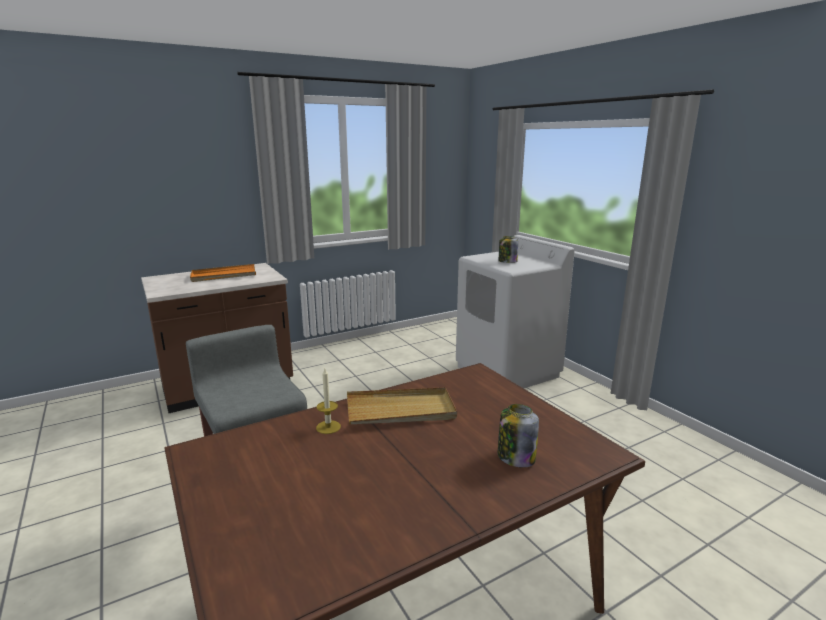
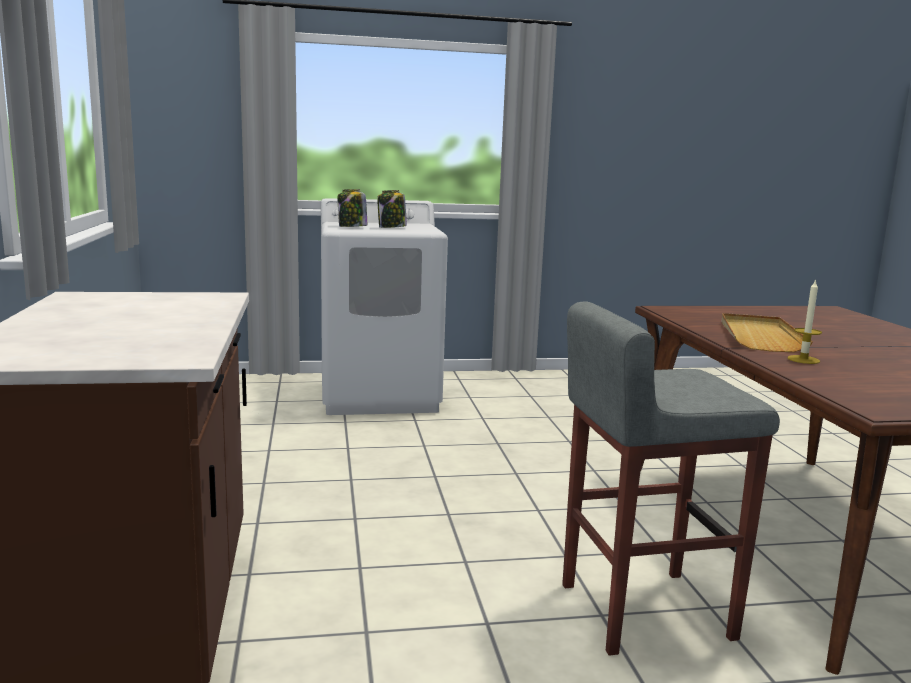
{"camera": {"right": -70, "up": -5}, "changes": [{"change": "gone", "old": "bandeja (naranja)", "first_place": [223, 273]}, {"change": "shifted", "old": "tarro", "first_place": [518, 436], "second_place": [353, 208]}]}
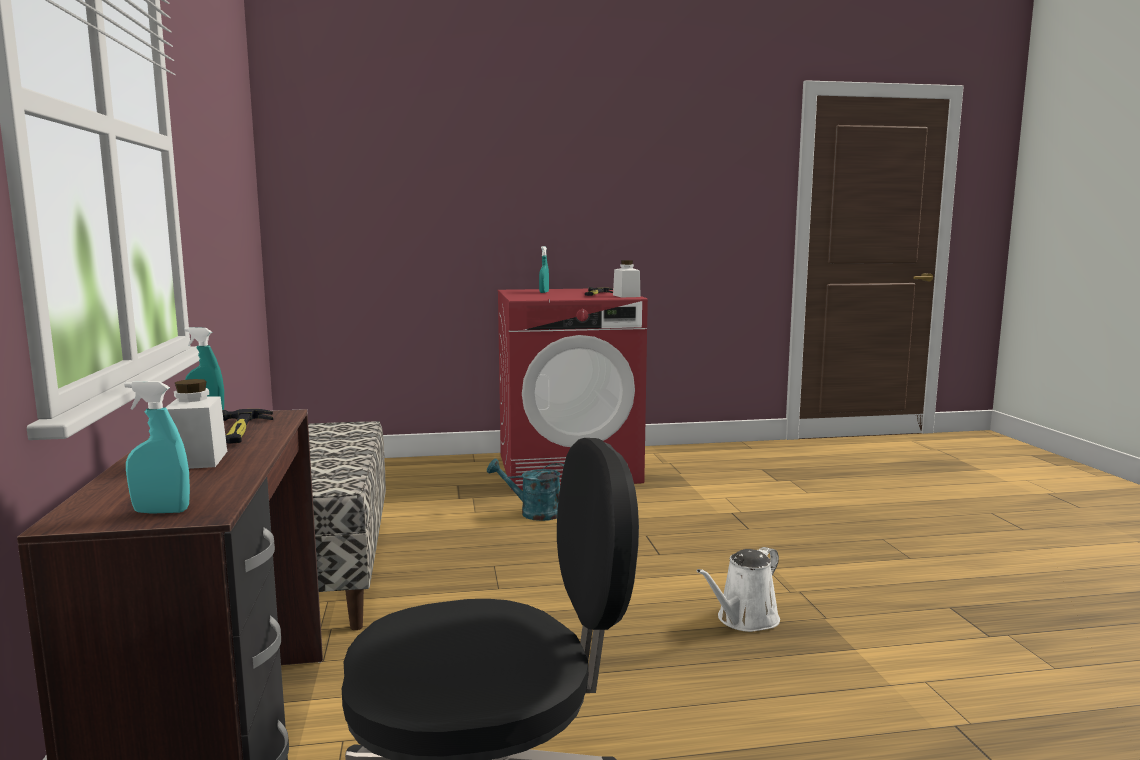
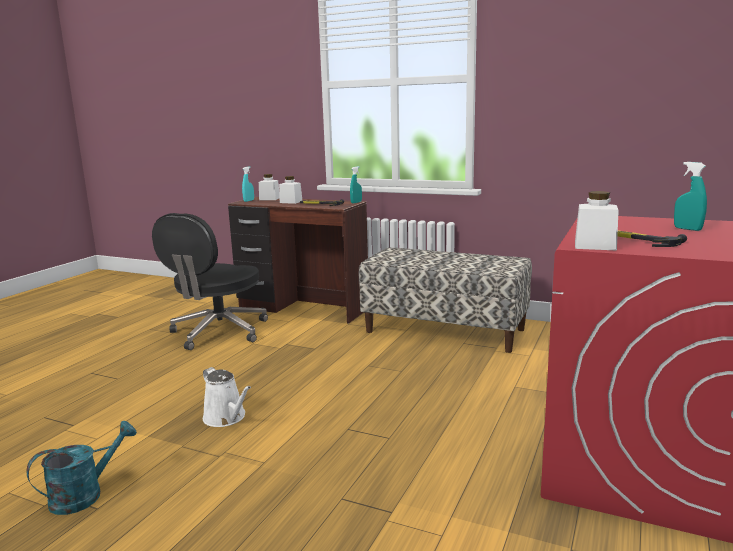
{"camera": {"right": 125, "up": 5}, "changes": [{"change": "shifted", "old": "regadera (turquesa)", "first_place": [525, 489], "second_place": [81, 468]}, {"change": "rotated", "old": "regadera (blanco)", "first_place": [738, 589], "second_place": [227, 397], "degrees": 150}, {"change": "new", "new": "tarro (blanco)", "second_place": [269, 187]}]}
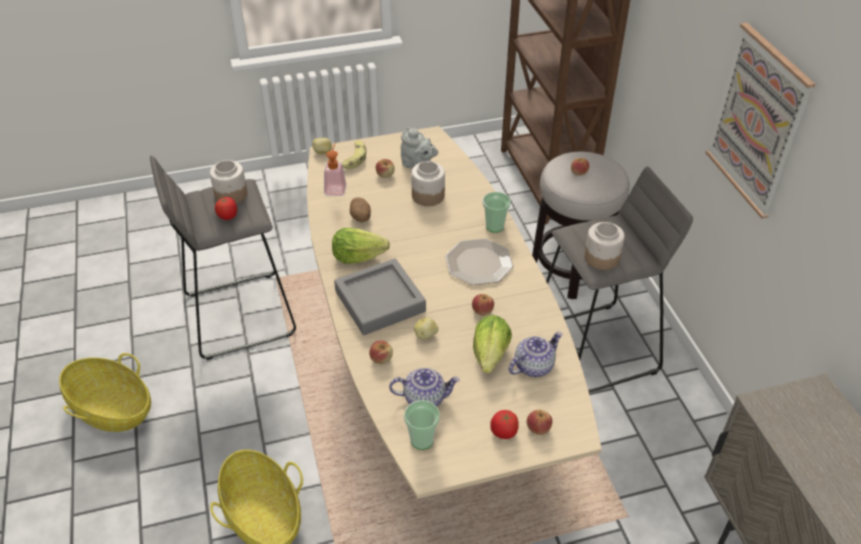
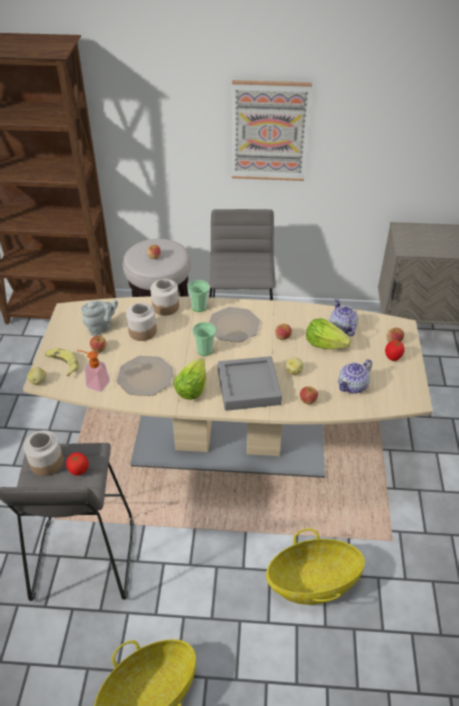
{"camera": {"right": -70, "up": 0}, "changes": [{"change": "swapped", "old": "patata", "new": "plato", "first_place": [360, 209], "second_place": [145, 376]}, {"change": "rotated", "old": "tetera", "first_place": [424, 387], "second_place": [355, 376], "degrees": -150}, {"change": "shifted", "old": "taza", "first_place": [422, 425], "second_place": [204, 339]}, {"change": "shifted", "old": "tarro", "first_place": [604, 246], "second_place": [164, 297]}]}
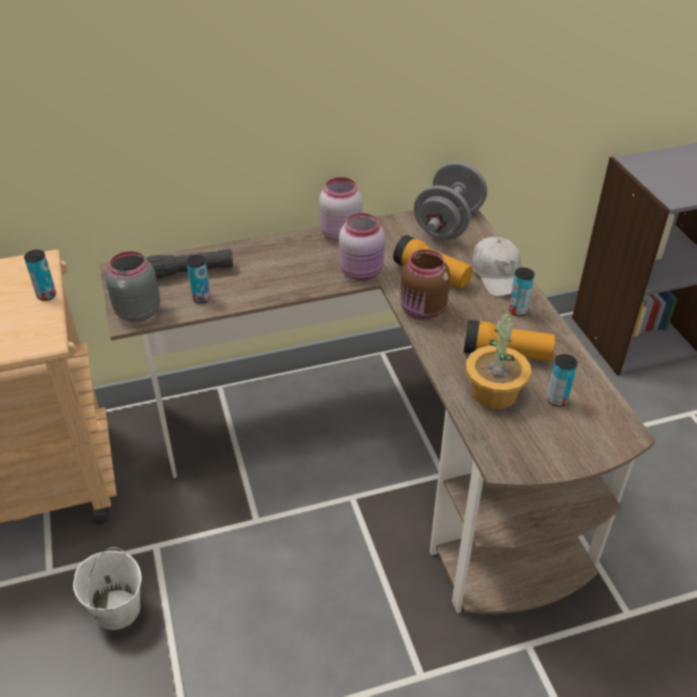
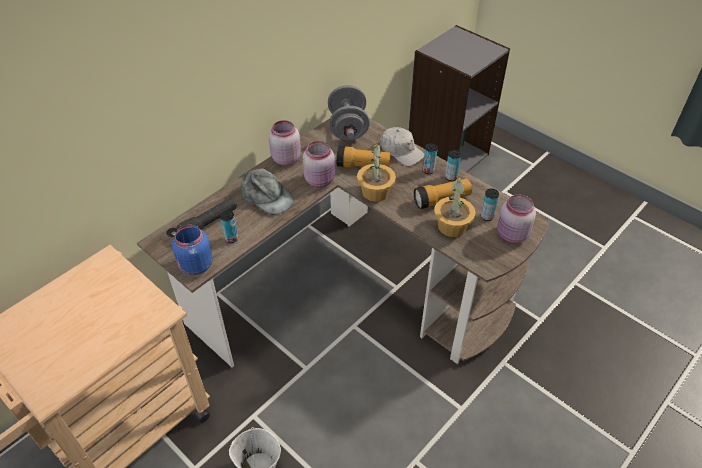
{"camera": {"right": -30, "up": 5}, "changes": [{"change": "shifted", "old": "lata", "first_place": [40, 275], "second_place": [453, 165]}, {"change": "repainted", "old": "tarro (gris)", "new": "tarro (azul)", "first_place": [133, 286], "second_place": [192, 250]}, {"change": "swapped", "old": "tarro (marrón)", "new": "planta en maceta", "first_place": [425, 284], "second_place": [376, 172]}, {"change": "new", "new": "gorra (gris)", "second_place": [267, 191]}, {"change": "new", "new": "tarro (rosa)", "second_place": [516, 219]}]}
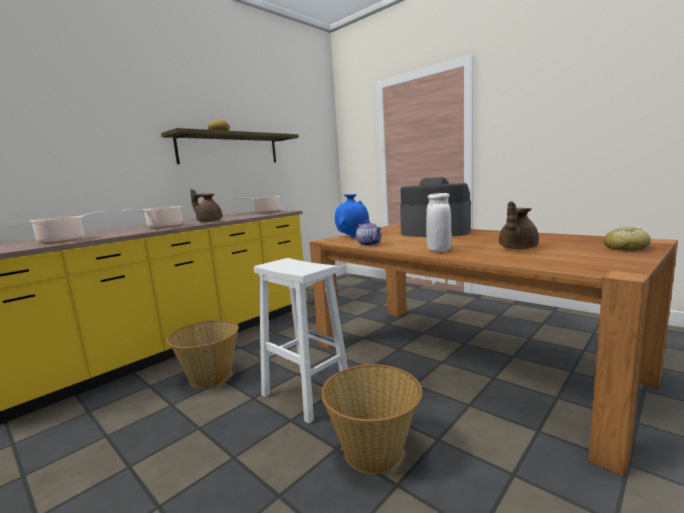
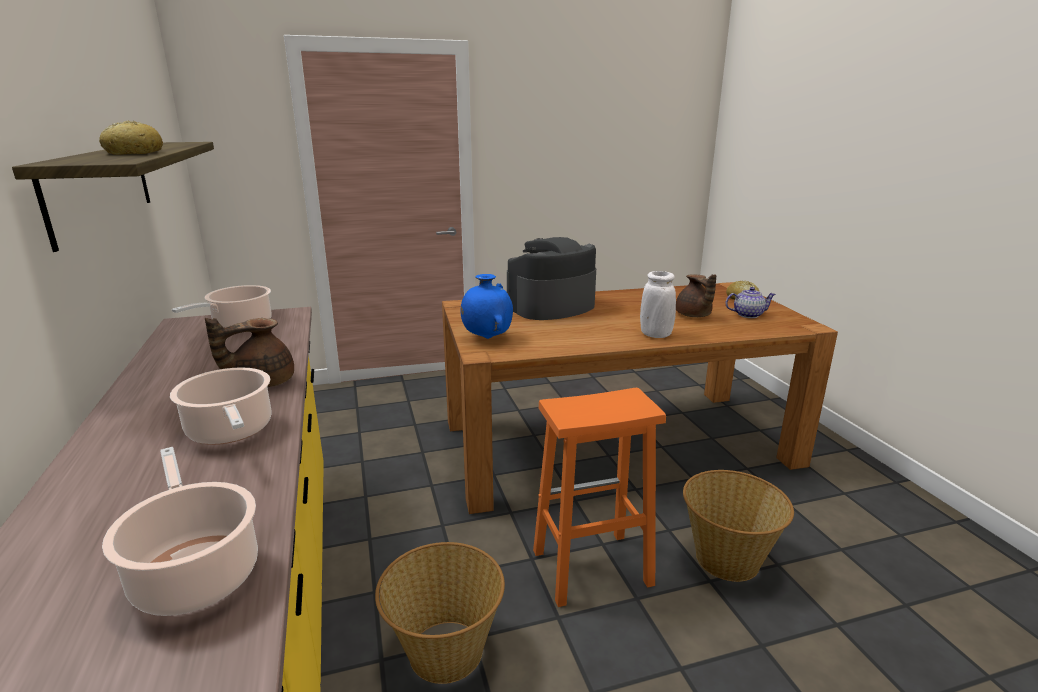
{"camera": {"right": -60, "up": 10}, "changes": [{"change": "repainted", "old": "taburete (blanco)", "new": "taburete (naranja)", "first_place": [301, 341], "second_place": [599, 497]}, {"change": "shifted", "old": "tetera", "first_place": [369, 233], "second_place": [751, 302]}]}
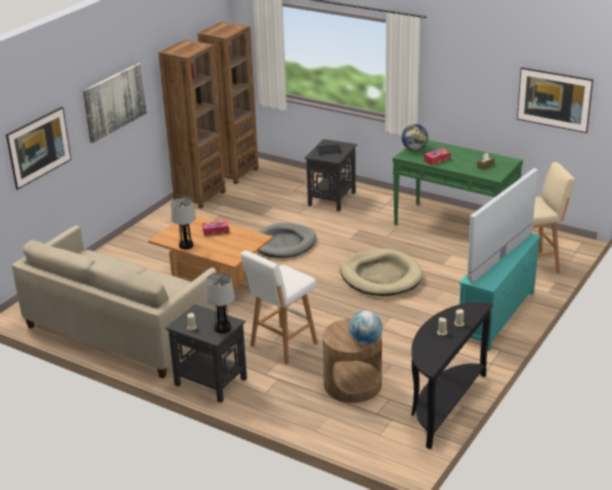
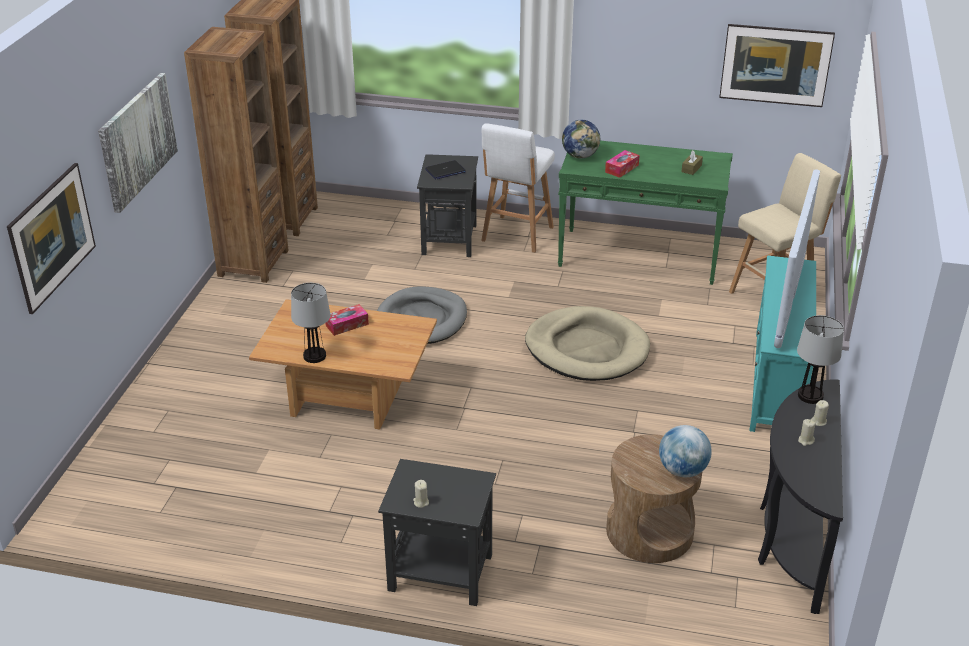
{"camera": {"right": -20, "up": 5}, "changes": [{"change": "gone", "old": "sofá (beis)", "first_place": [116, 302]}, {"change": "shifted", "old": "lámpara de mesa", "first_place": [220, 303], "second_place": [820, 359]}, {"change": "shifted", "old": "taburete (blanco)", "first_place": [279, 307], "second_place": [518, 188]}]}
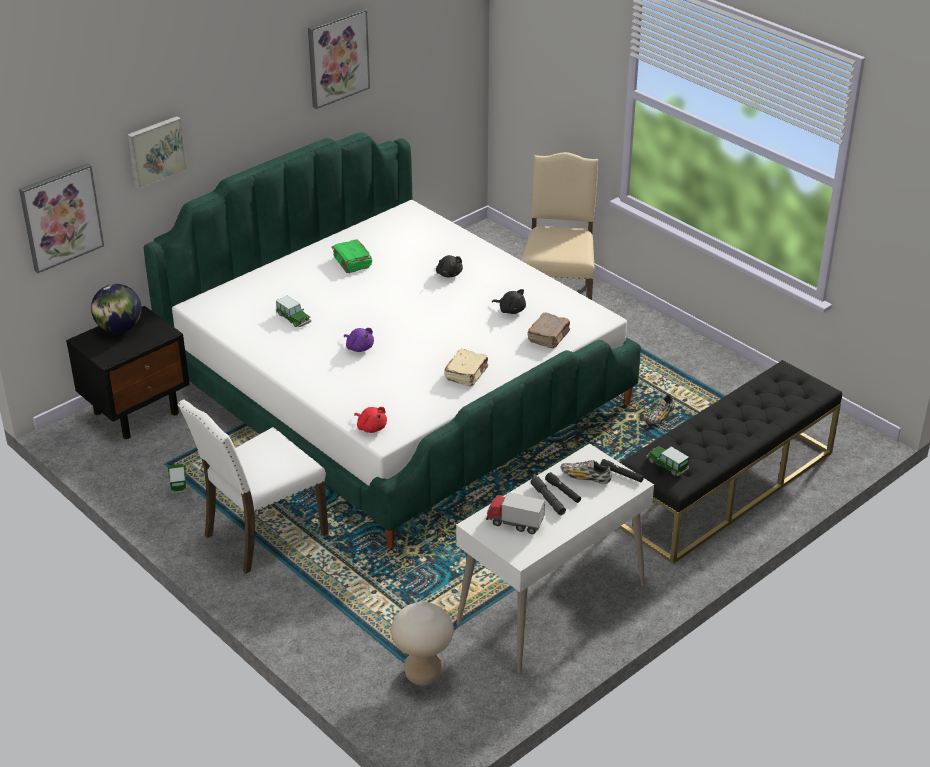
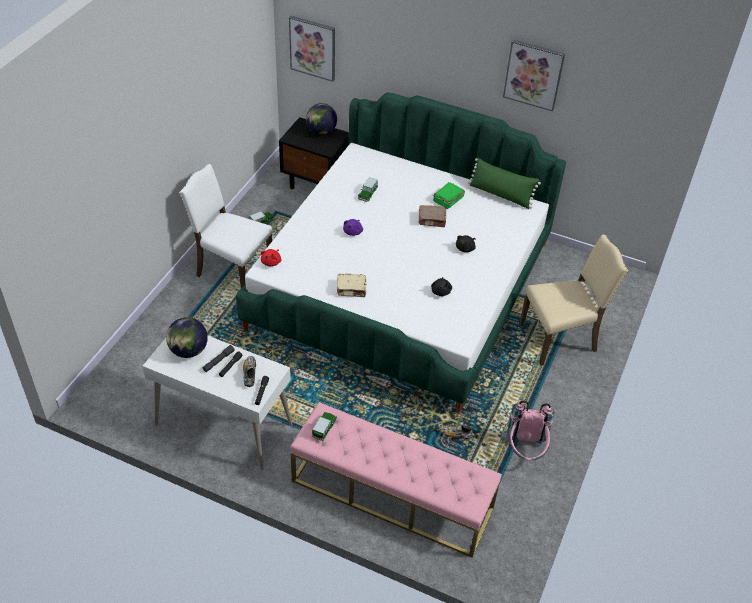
{"camera": {"right": 65, "up": 10}, "changes": [{"change": "gone", "old": "cuadro", "first_place": [157, 152]}, {"change": "gone", "old": "taburete (beis)", "first_place": [422, 644]}, {"change": "swapped", "old": "camión de juguete", "new": "globo terráqueo", "first_place": [515, 513], "second_place": [187, 337]}, {"change": "shifted", "old": "libro (marrón)", "first_place": [549, 330], "second_place": [432, 216]}, {"change": "repainted", "old": "banco (negro)", "new": "banco (rosa)", "first_place": [730, 462], "second_place": [396, 480]}, {"change": "new", "new": "cojín (verde)", "second_place": [504, 183]}, {"change": "new", "new": "mochila (rosa)", "second_place": [529, 430]}]}
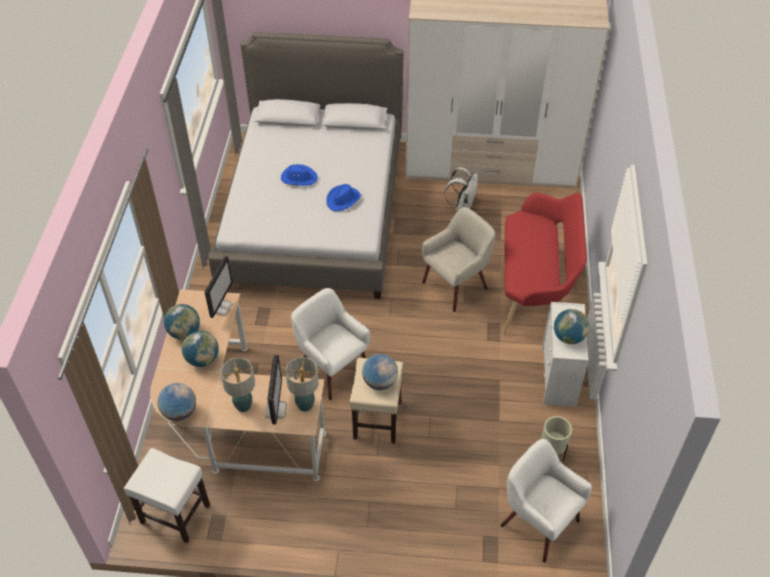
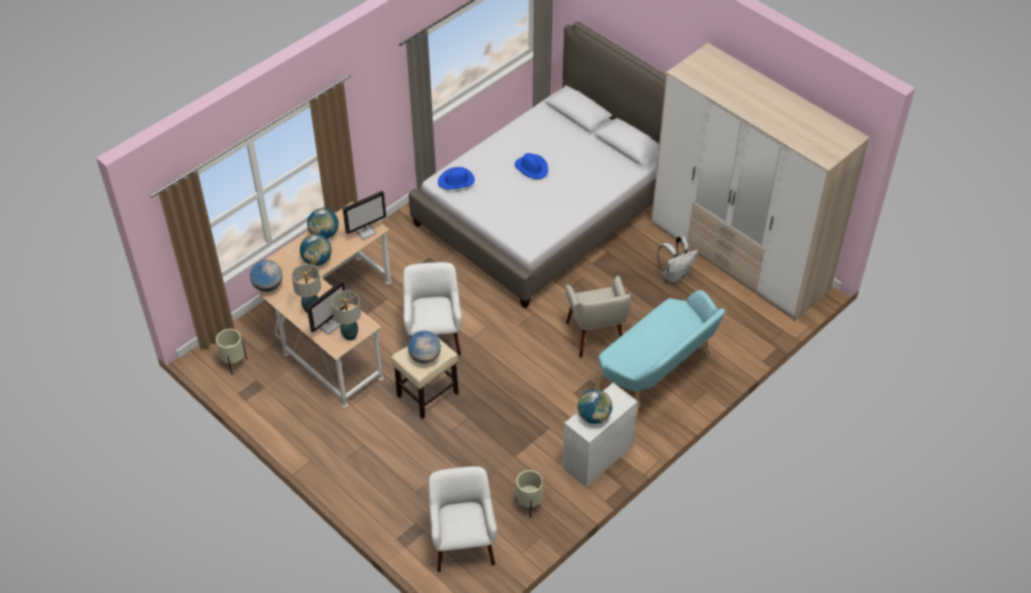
{"camera": {"right": 40, "up": 0}, "changes": [{"change": "swapped", "old": "taburete (blanco)", "new": "maceta (beis)", "first_place": [167, 495], "second_place": [231, 351]}, {"change": "shifted", "old": "sombrero (azul)", "first_place": [343, 197], "second_place": [456, 178]}, {"change": "rotated", "old": "sillón (beis)", "first_place": [459, 259], "second_place": [598, 317], "degrees": 75}, {"change": "repainted", "old": "banco (rojo)", "new": "banco (turquesa)", "first_place": [545, 264], "second_place": [660, 357]}]}
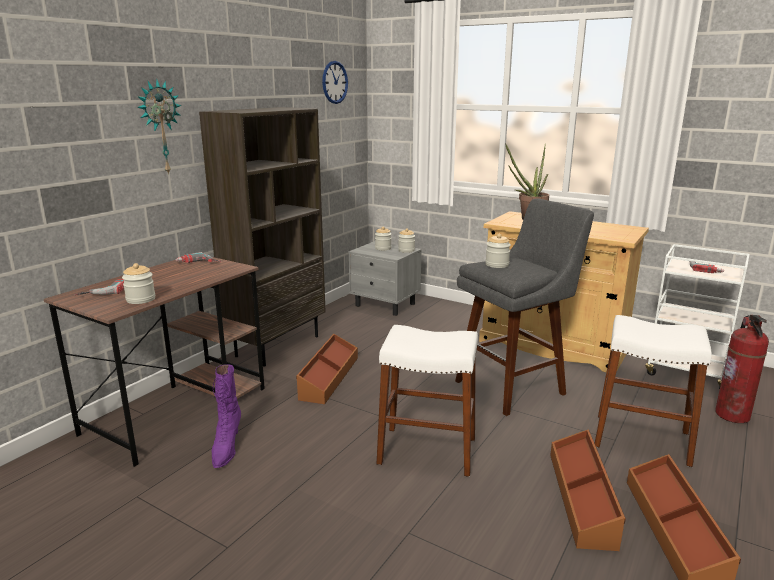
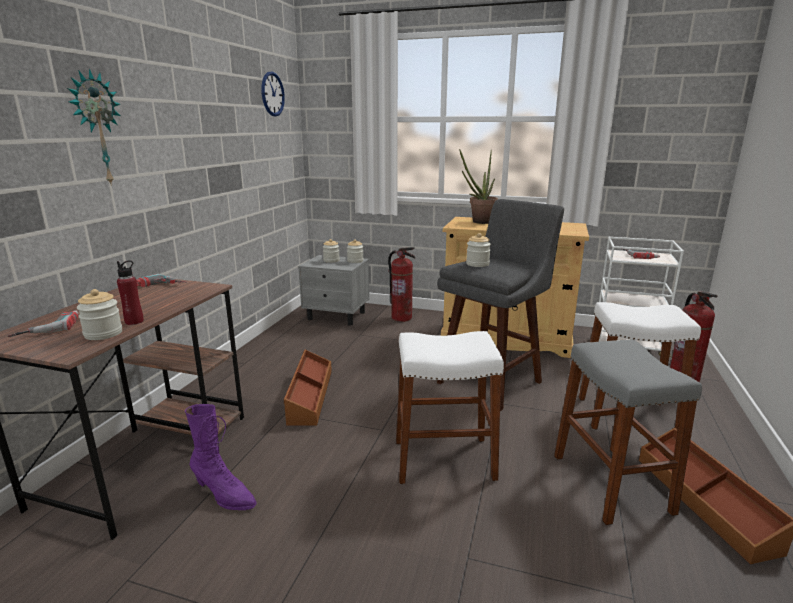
{"camera": {"right": -15, "up": 0}, "changes": [{"change": "gone", "old": "estantería (marrón)", "first_place": [262, 236]}, {"change": "rotated", "old": "bota (morado)", "first_place": [226, 416], "second_place": [220, 457], "degrees": -45}, {"change": "swapped", "old": "caja de almacenaje (marrón)", "new": "taburete (gris)", "first_place": [588, 490], "second_place": [628, 432]}, {"change": "new", "new": "botella (rojo)", "second_place": [130, 292]}, {"change": "new", "new": "extintor", "second_place": [401, 284]}]}
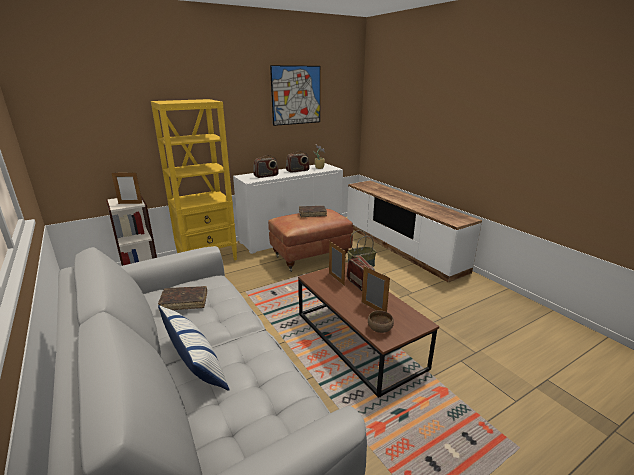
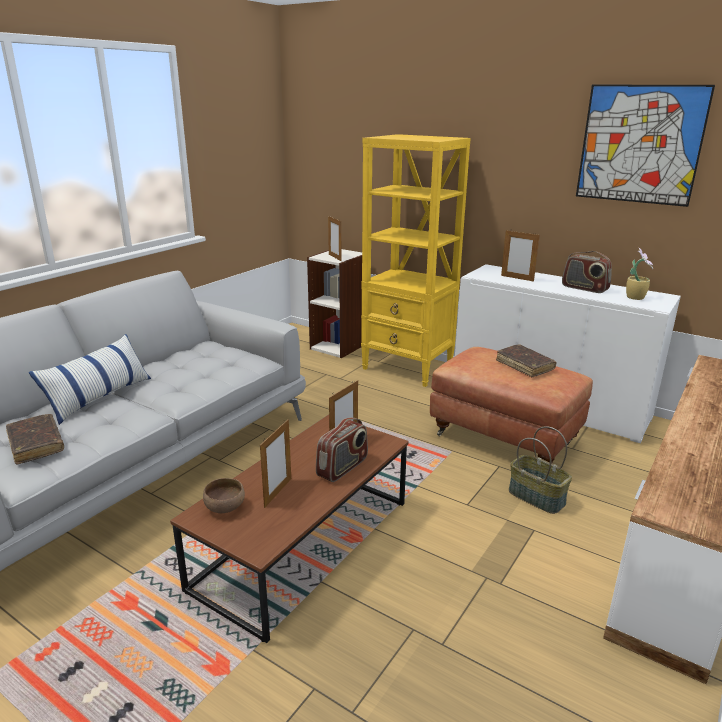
{"camera": {"right": 65, "up": 0}, "changes": [{"change": "shifted", "old": "libro (marrón)", "first_place": [182, 298], "second_place": [35, 439]}, {"change": "swapped", "old": "radio", "new": "portarretratos", "first_place": [266, 166], "second_place": [520, 255]}]}
